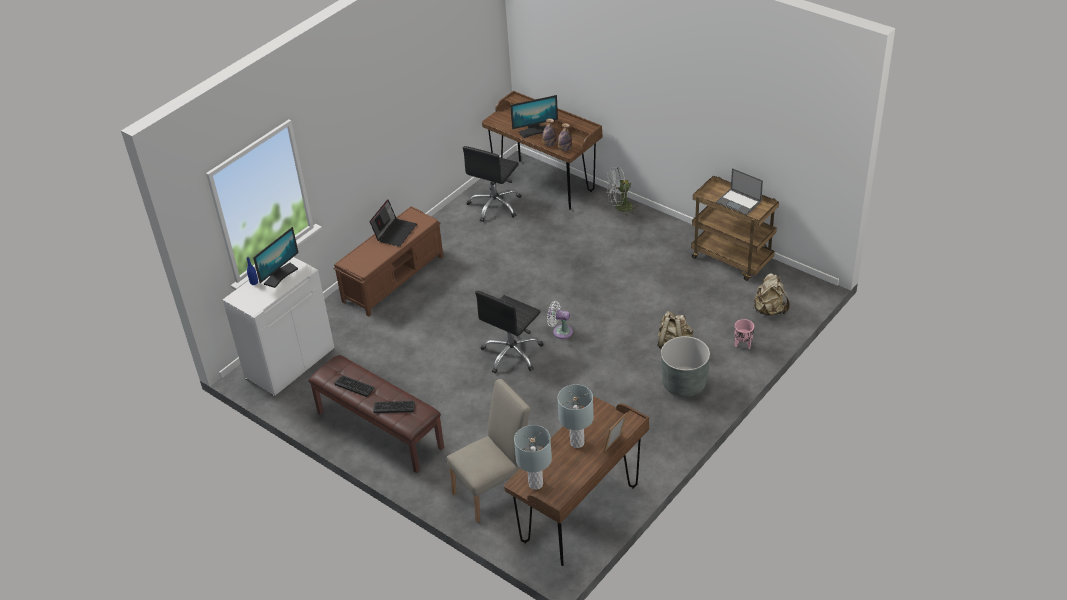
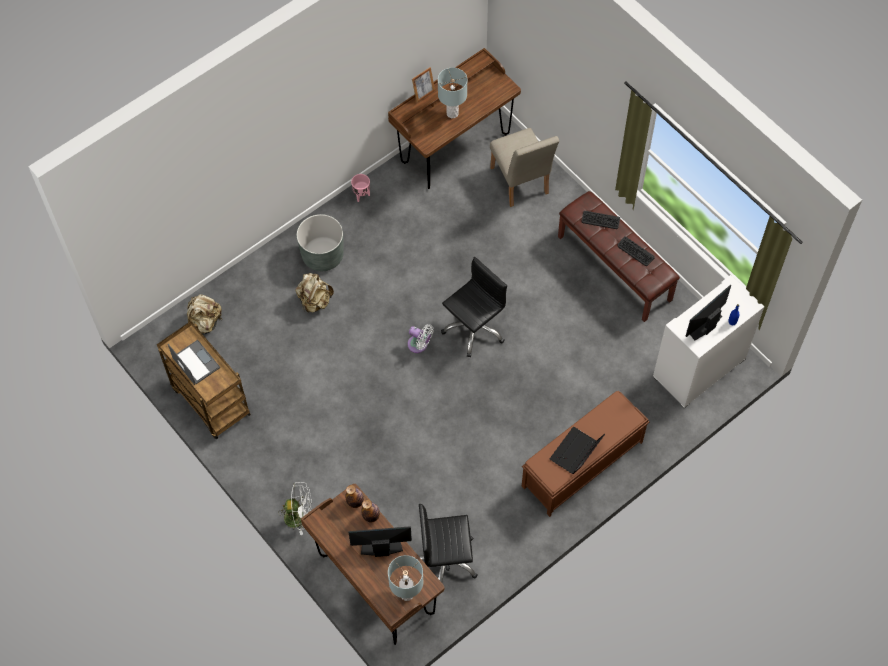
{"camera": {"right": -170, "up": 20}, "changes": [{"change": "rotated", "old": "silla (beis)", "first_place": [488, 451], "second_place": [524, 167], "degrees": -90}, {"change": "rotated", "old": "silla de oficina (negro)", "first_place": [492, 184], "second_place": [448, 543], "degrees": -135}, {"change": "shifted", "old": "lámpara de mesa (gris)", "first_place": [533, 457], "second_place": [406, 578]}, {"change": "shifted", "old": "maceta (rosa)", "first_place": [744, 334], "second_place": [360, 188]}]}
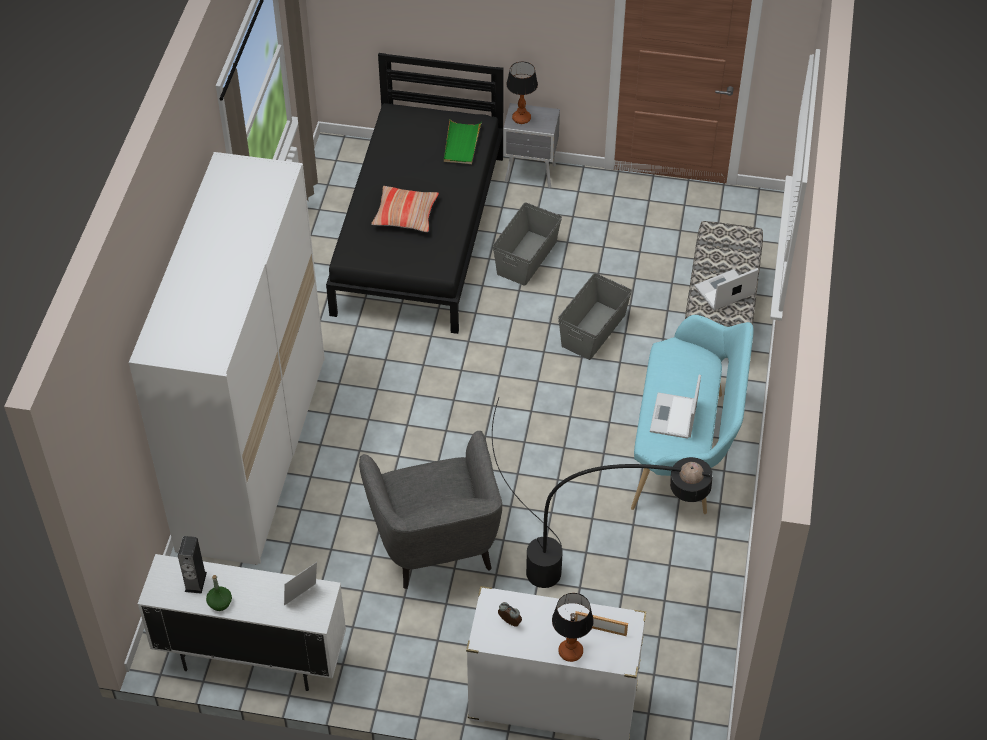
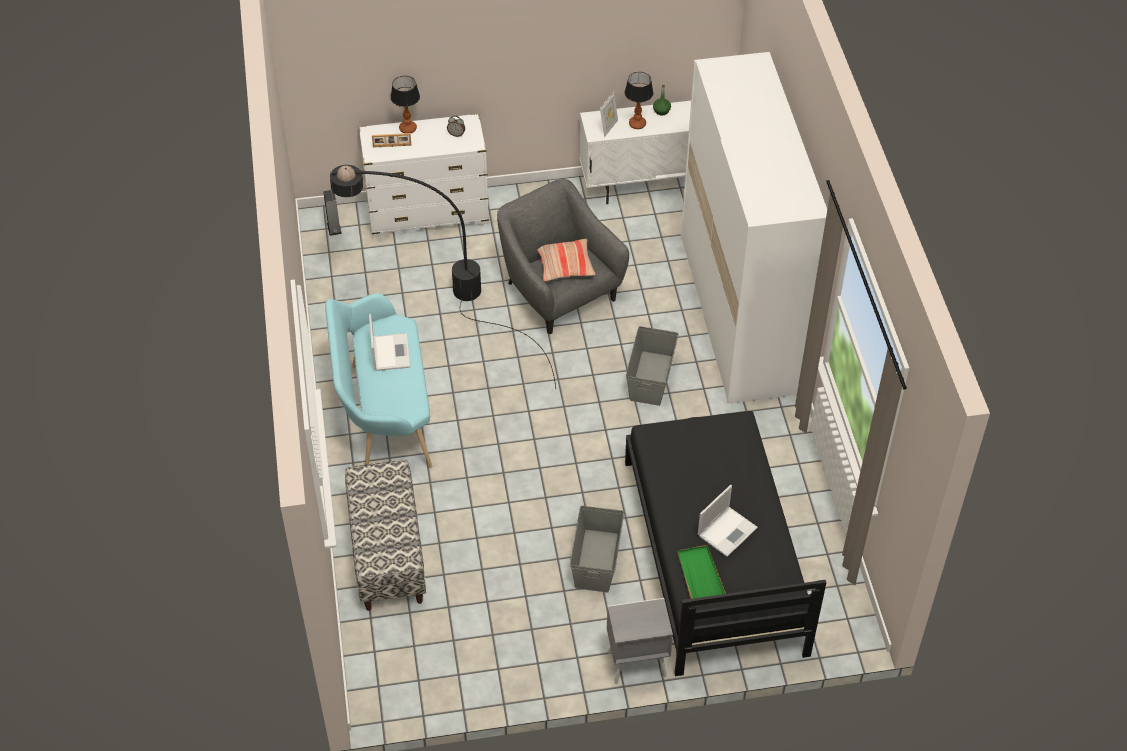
{"camera": {"right": 160, "up": 0}, "changes": [{"change": "shifted", "old": "altavoz", "first_place": [192, 565], "second_place": [332, 213]}, {"change": "shifted", "old": "cojín", "first_place": [405, 209], "second_place": [566, 260]}, {"change": "shifted", "old": "lámpara de mesa", "first_place": [522, 93], "second_place": [639, 100]}, {"change": "shifted", "old": "caja de almacenaje (gris)", "first_place": [595, 316], "second_place": [652, 366]}, {"change": "shifted", "old": "portátil", "first_place": [726, 289], "second_place": [728, 521]}]}
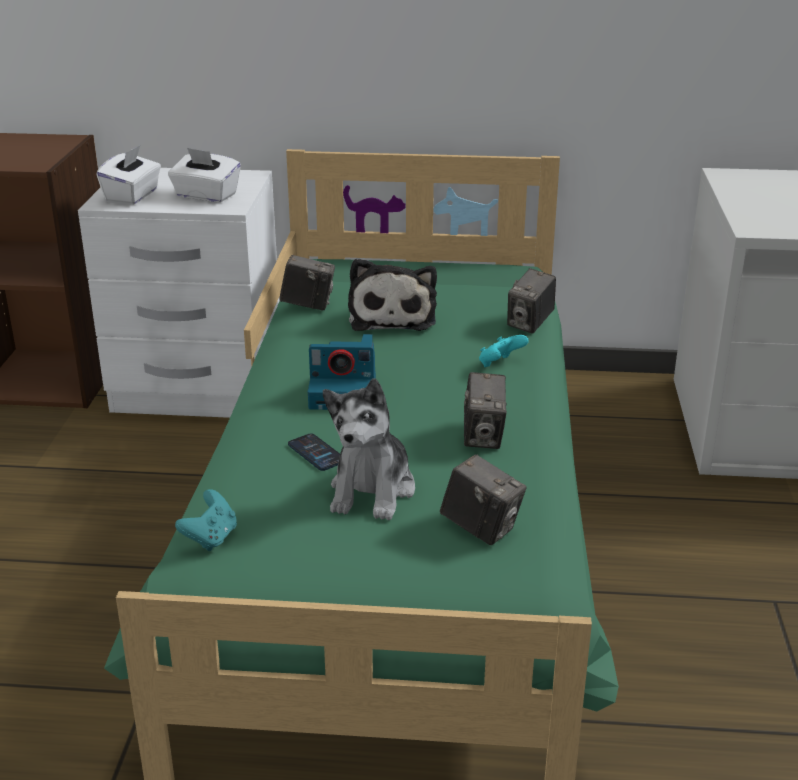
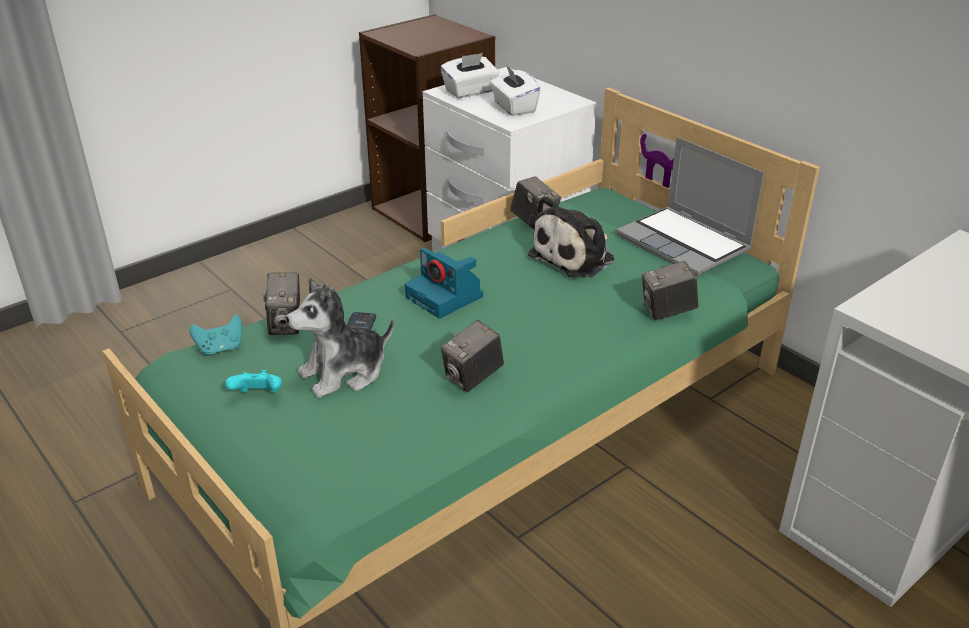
{"camera": {"right": 45, "up": 5}, "changes": [{"change": "shifted", "old": "cámara", "first_place": [483, 499], "second_place": [281, 303]}, {"change": "shifted", "old": "mando de consola (turquesa)", "first_place": [504, 351], "second_place": [253, 381]}, {"change": "new", "new": "portátil", "second_place": [690, 206]}]}
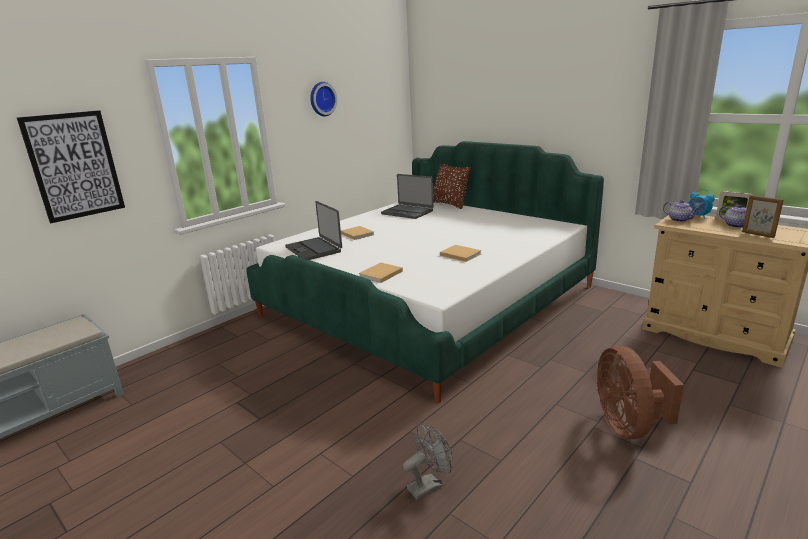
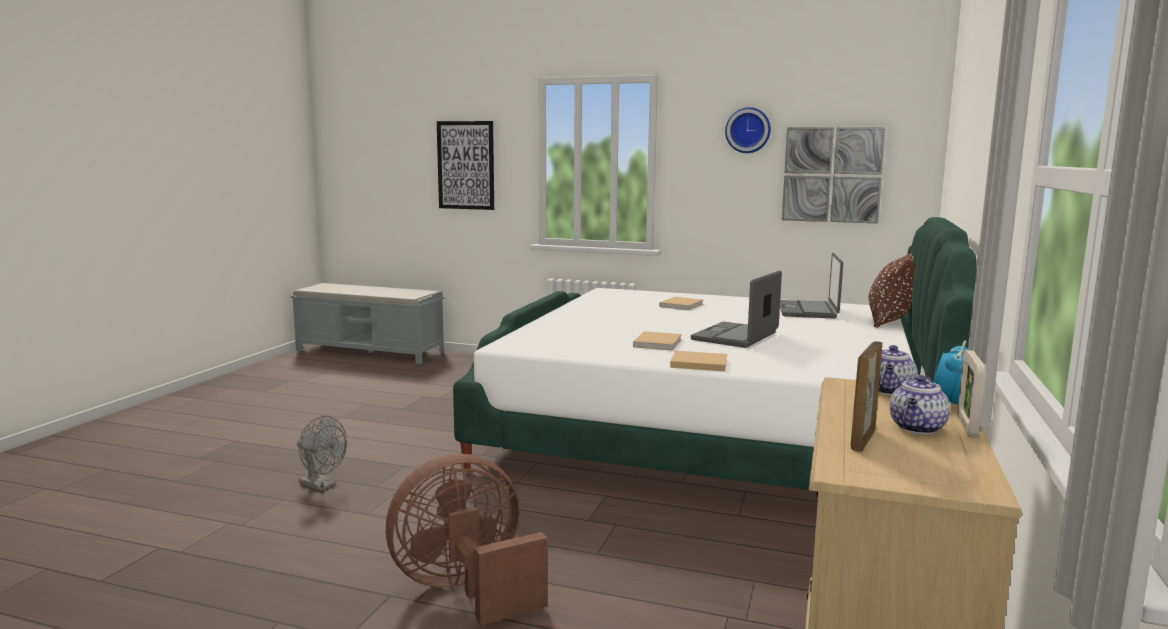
{"camera": {"right": 65, "up": -10}, "changes": [{"change": "shifted", "old": "portátil", "first_place": [313, 230], "second_place": [736, 309]}, {"change": "shifted", "old": "libro (beis)", "first_place": [380, 273], "second_place": [698, 361]}, {"change": "new", "new": "cuadro", "second_place": [834, 175]}]}
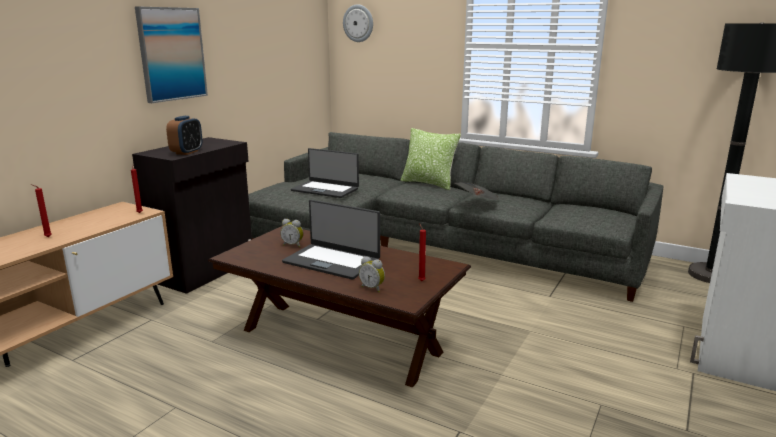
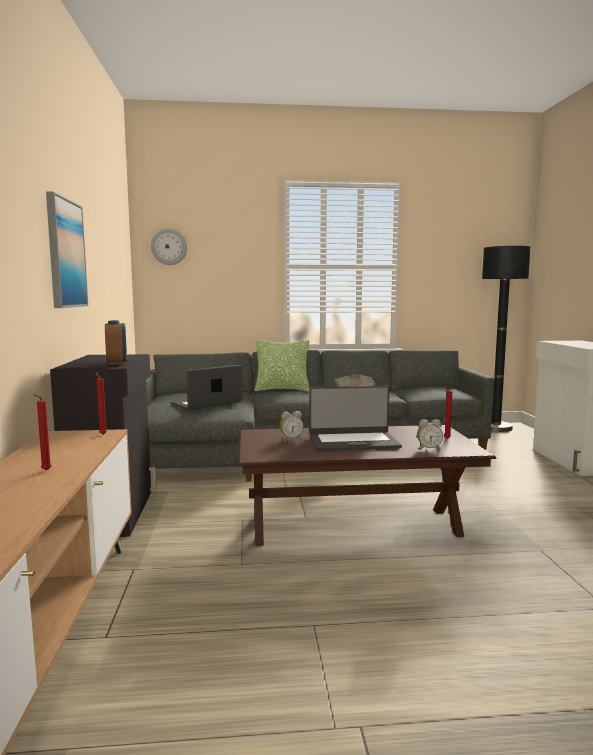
{"camera": {"right": -35, "up": -10}, "changes": [{"change": "rotated", "old": "portátil", "first_place": [325, 173], "second_place": [207, 387], "degrees": 150}]}
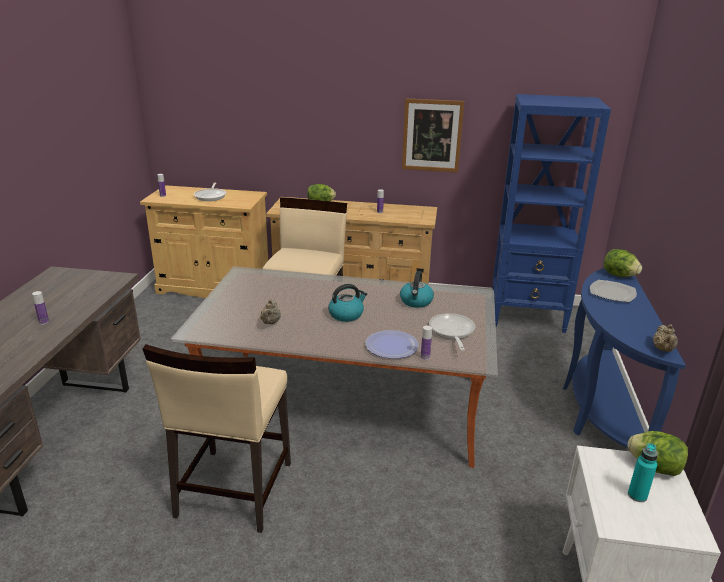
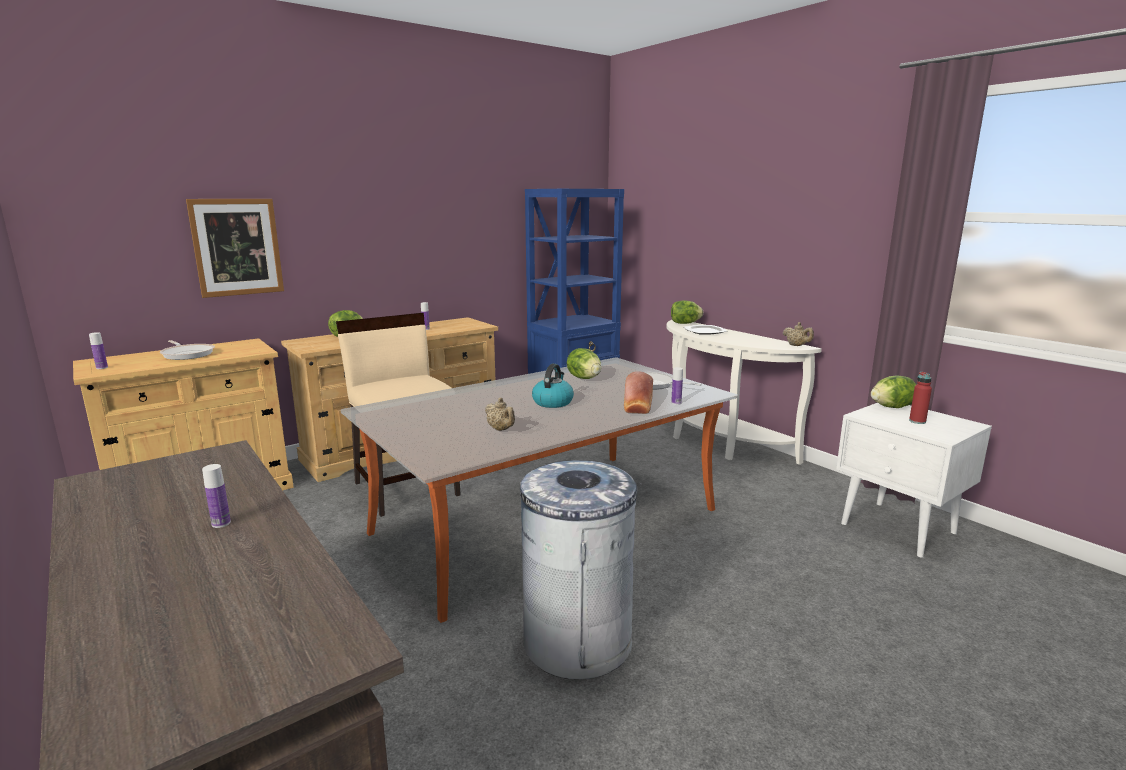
{"camera": {"right": -45, "up": -10}, "changes": [{"change": "swapped", "old": "silla (beis)", "new": "papelera (gris)", "first_place": [216, 438], "second_place": [580, 569]}, {"change": "swapped", "old": "plato", "new": "pan", "first_place": [392, 344], "second_place": [638, 392]}, {"change": "swapped", "old": "hervidor", "new": "lechuga", "first_place": [417, 289], "second_place": [584, 363]}, {"change": "shifted", "old": "cuadro", "first_place": [433, 135], "second_place": [235, 248]}, {"change": "repainted", "old": "mesa consola (azul)", "new": "mesa consola (blanco)", "first_place": [624, 358], "second_place": [744, 392]}, {"change": "repainted", "old": "botella (turquesa)", "new": "botella (rojo)", "first_place": [643, 472], "second_place": [920, 398]}]}
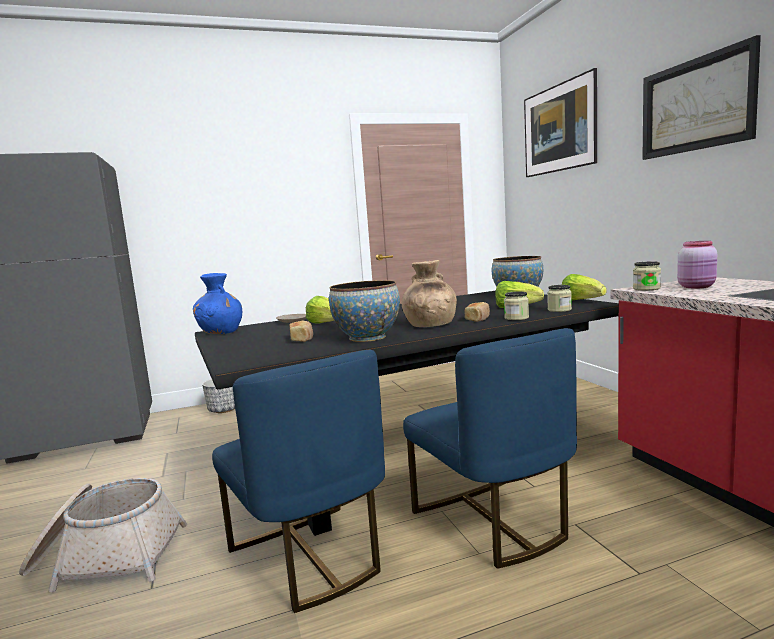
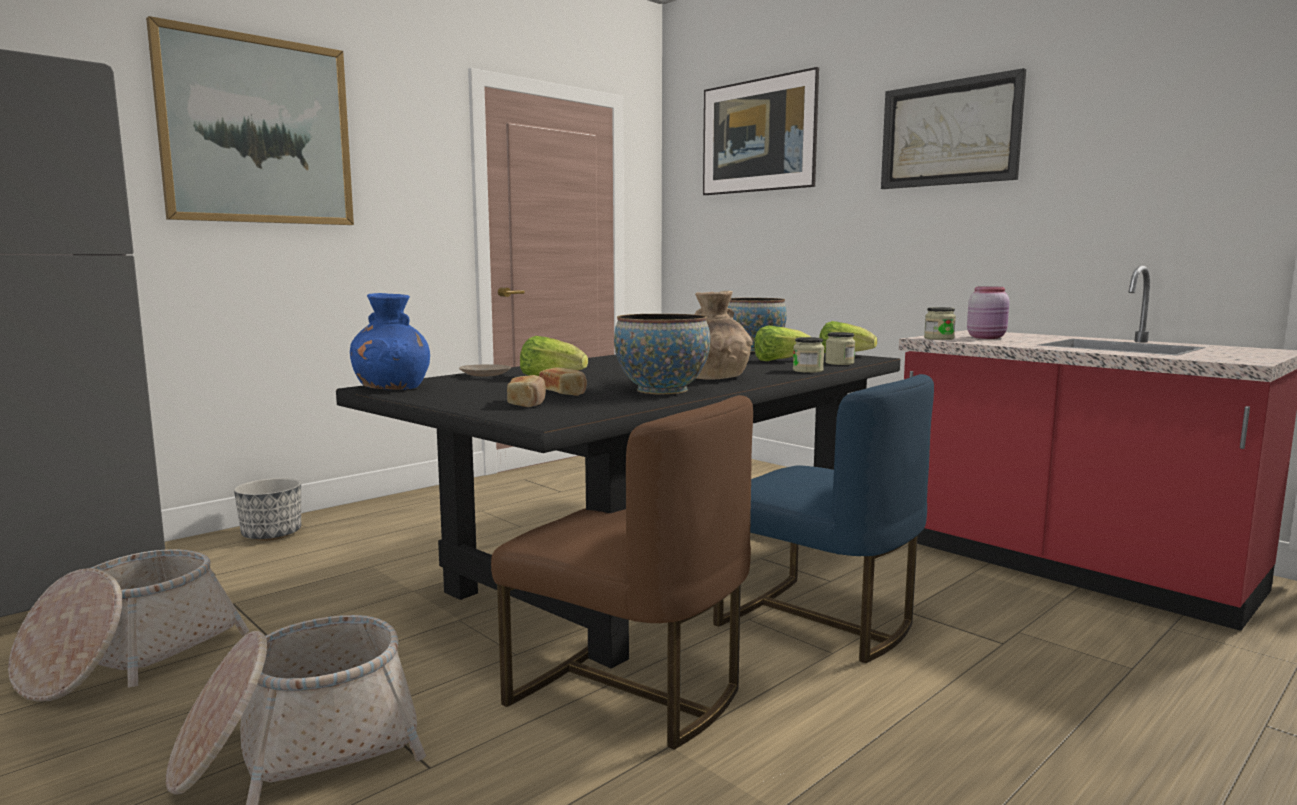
{"camera": {"right": -25, "up": 0}, "changes": [{"change": "repainted", "old": "silla (azul)", "new": "silla (marrón)", "first_place": [298, 481], "second_place": [622, 572]}, {"change": "shifted", "old": "pan", "first_place": [477, 312], "second_place": [526, 391]}, {"change": "new", "new": "cesta", "second_place": [128, 625]}, {"change": "new", "new": "cuadro", "second_place": [250, 120]}]}
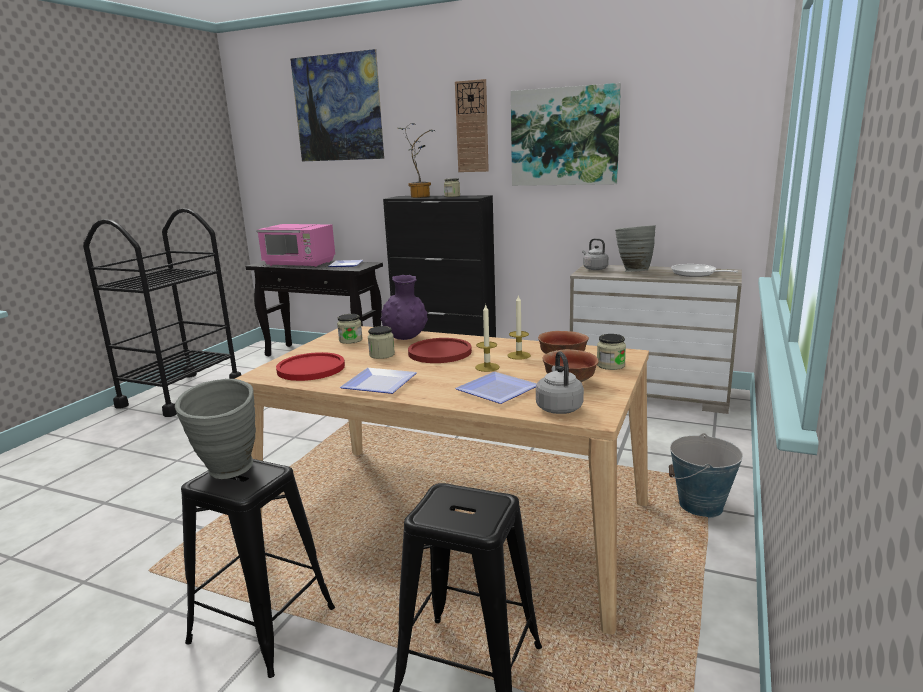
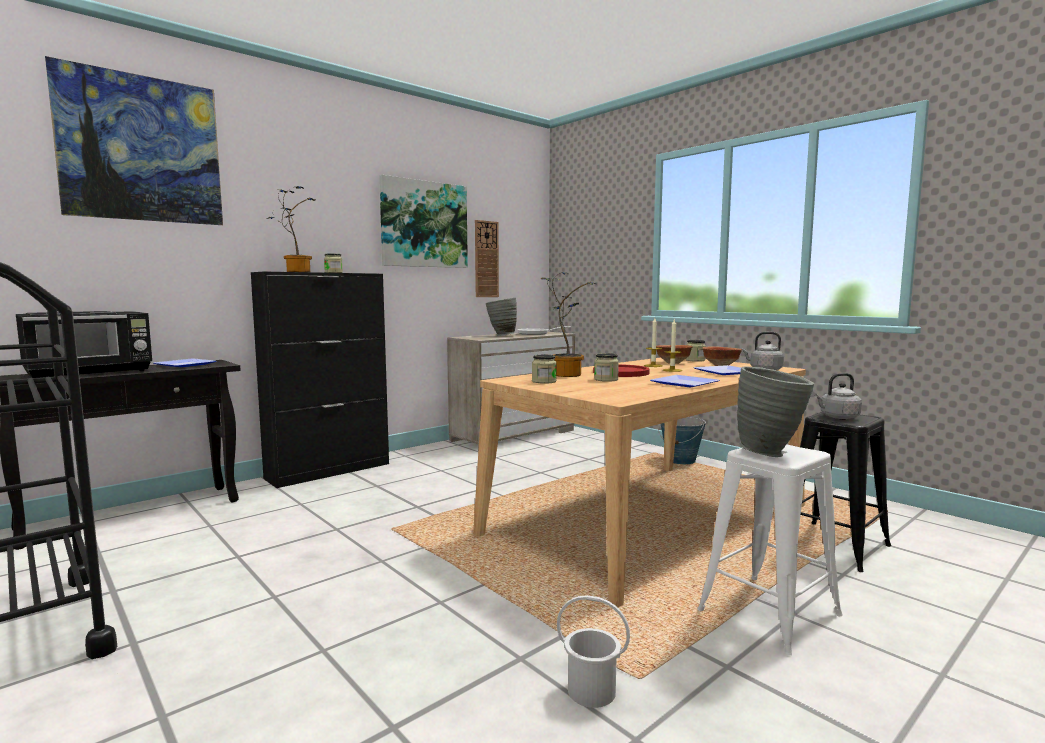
{"camera": {"right": -65, "up": -10}, "changes": [{"change": "repainted", "old": "taburete (negro)", "new": "taburete (blanco)", "first_place": [258, 568], "second_place": [770, 549]}, {"change": "repainted", "old": "microondas (rosa)", "new": "microondas (negro)", "first_place": [296, 245], "second_place": [84, 344]}, {"change": "gone", "old": "plato (rojo)", "first_place": [310, 366]}, {"change": "swapped", "old": "florero (morado)", "new": "planta en maceta", "first_place": [404, 307], "second_place": [568, 324]}, {"change": "shifted", "old": "reloj de pared", "first_place": [472, 125], "second_place": [487, 258]}, {"change": "shifted", "old": "hervidor (gris)", "first_place": [595, 254], "second_place": [838, 396]}, {"change": "new", "new": "cubo (blanco)", "second_place": [593, 651]}]}
